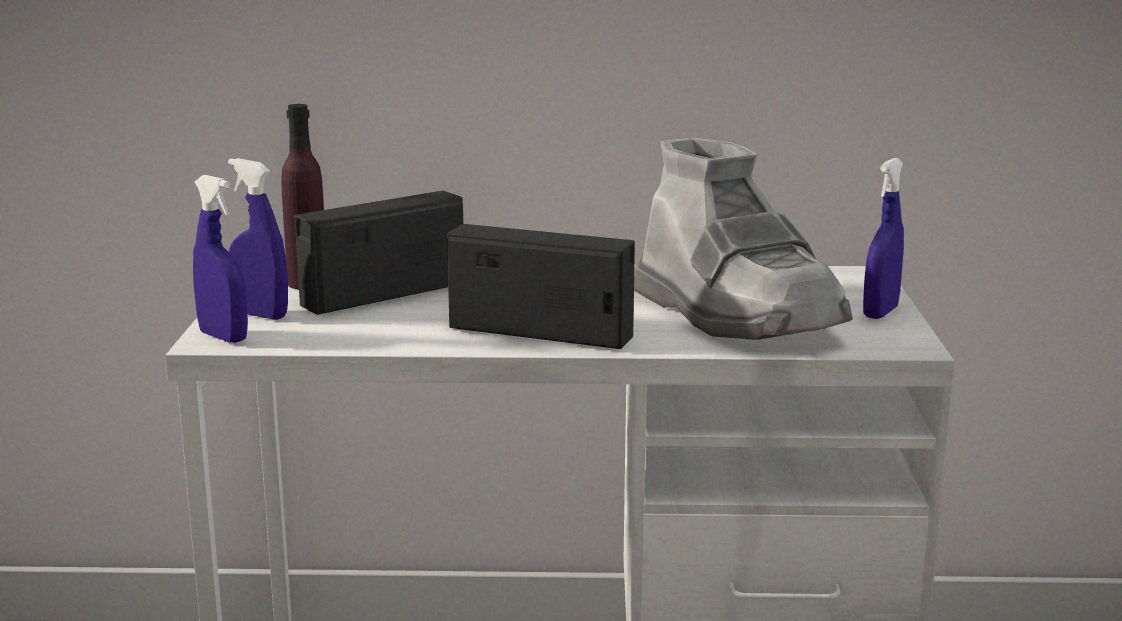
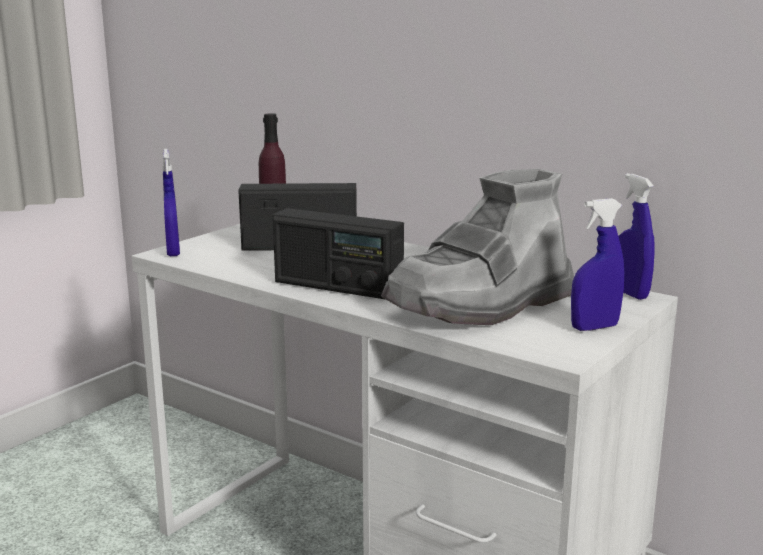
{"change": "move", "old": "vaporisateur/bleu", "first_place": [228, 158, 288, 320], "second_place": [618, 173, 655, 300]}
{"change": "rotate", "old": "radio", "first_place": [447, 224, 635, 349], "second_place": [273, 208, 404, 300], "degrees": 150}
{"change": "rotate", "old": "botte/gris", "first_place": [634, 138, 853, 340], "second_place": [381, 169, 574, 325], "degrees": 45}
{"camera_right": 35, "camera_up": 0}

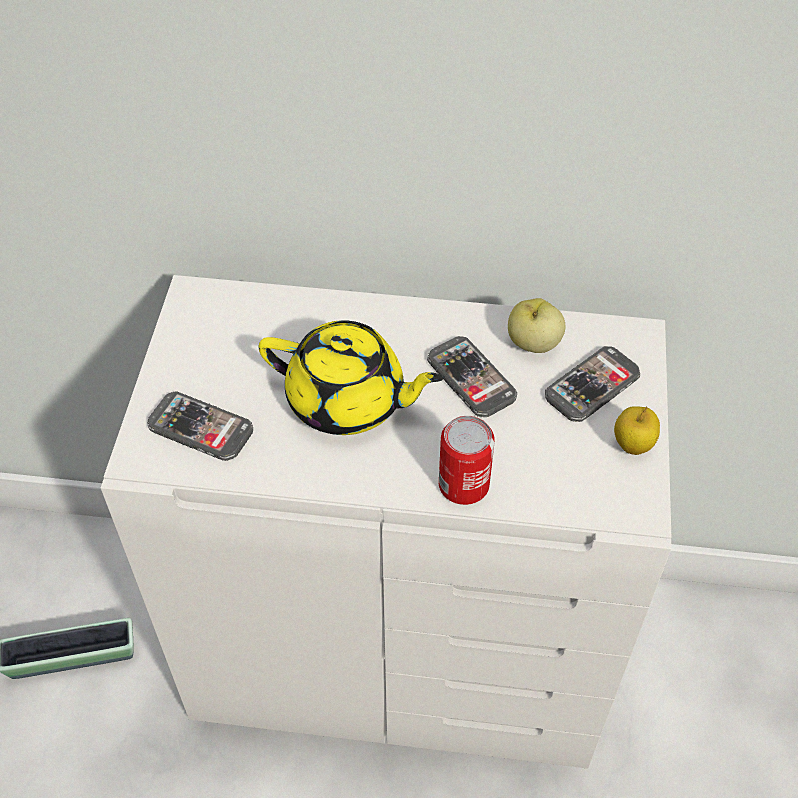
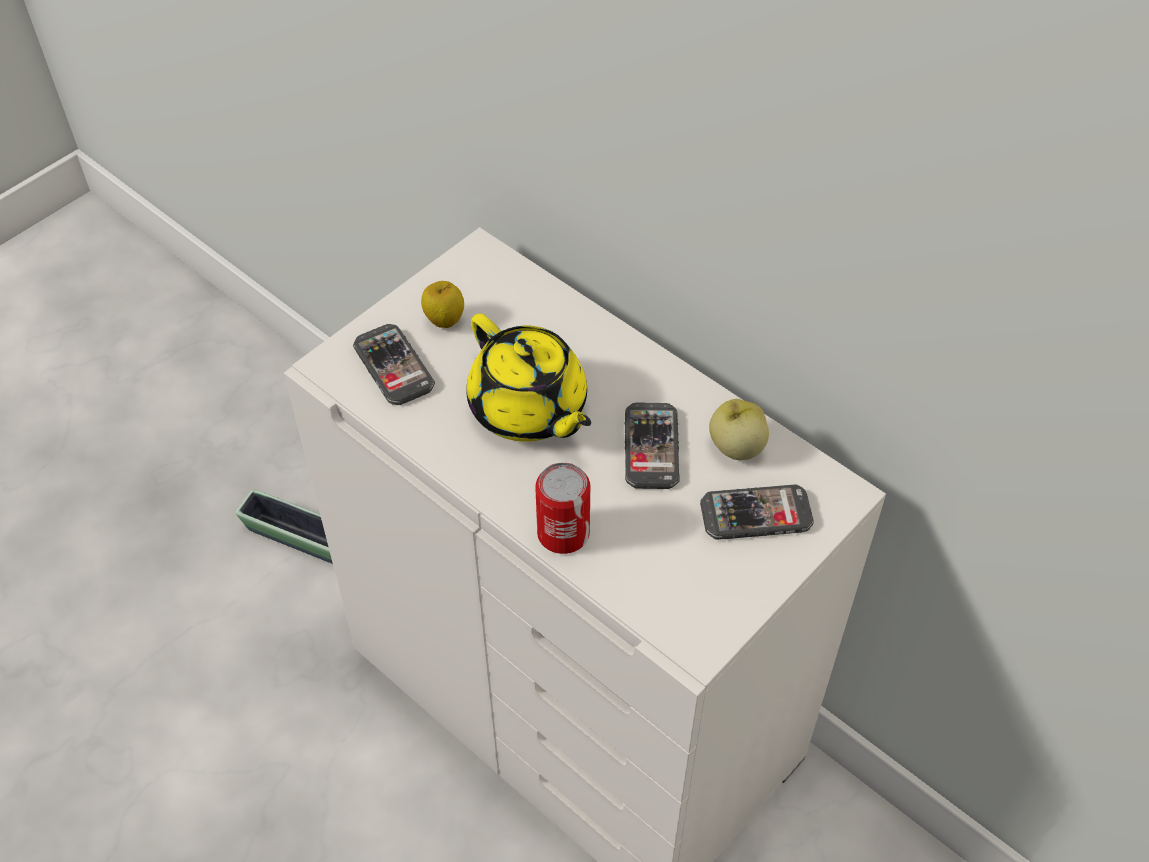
{"change": "move", "old": "pomme", "first_place": [614, 406, 660, 455], "second_place": [421, 281, 464, 328]}
{"camera_right": 35, "camera_up": 0}

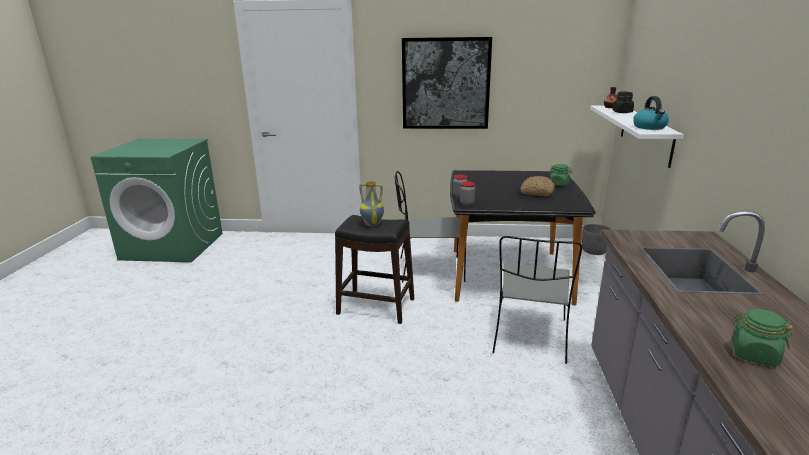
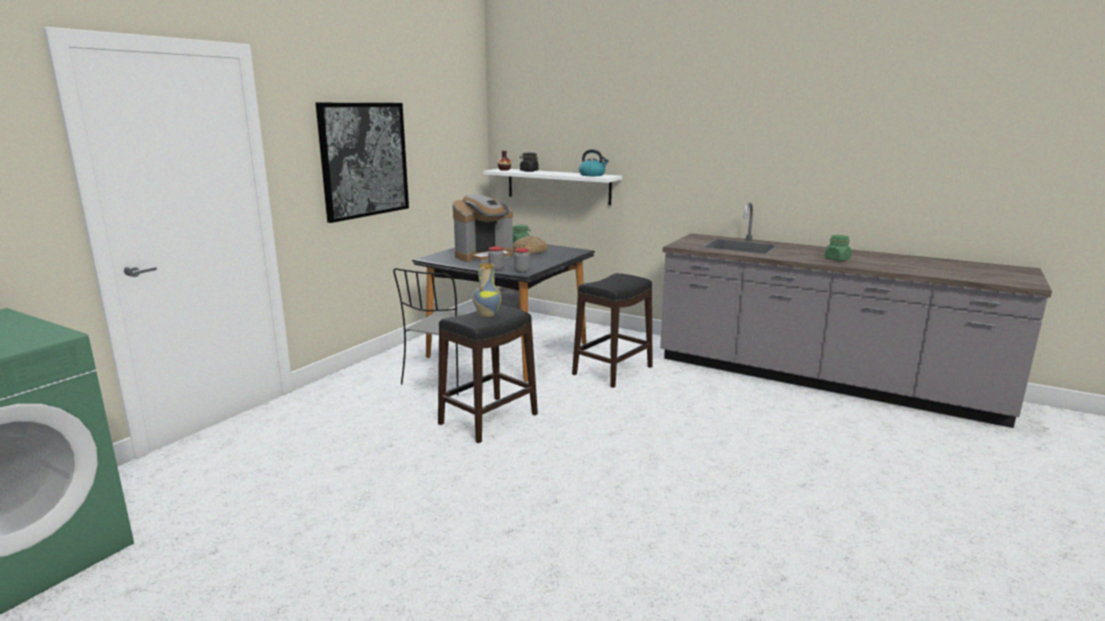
{"change": "replace", "old": "chaise/gris", "new": "tabouret/noir", "first_place": [492, 236, 582, 364], "second_place": [572, 273, 653, 388]}
{"change": "insert", "new": "machine à café", "second_place": [453, 194, 513, 263]}
{"camera_right": -65, "camera_up": -5}

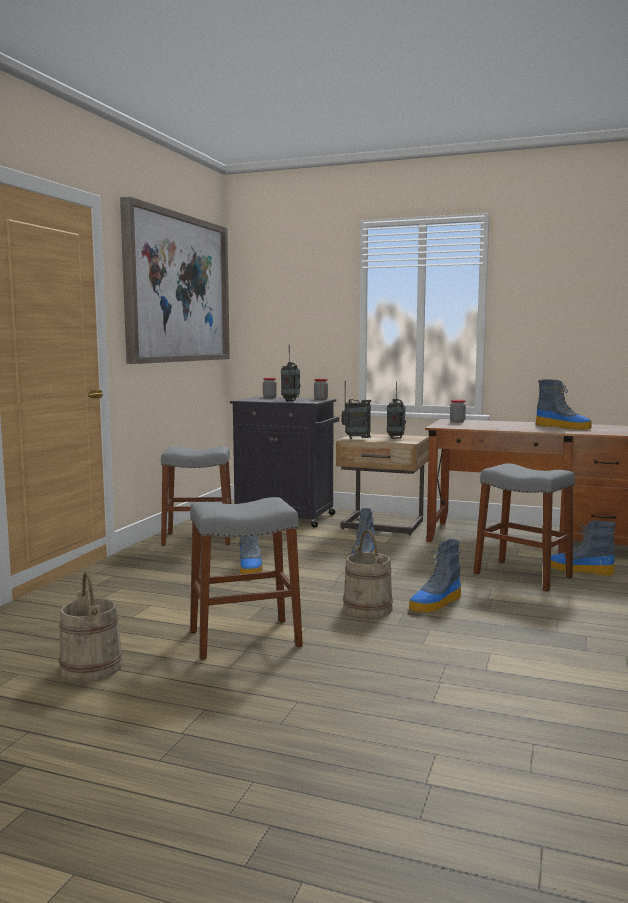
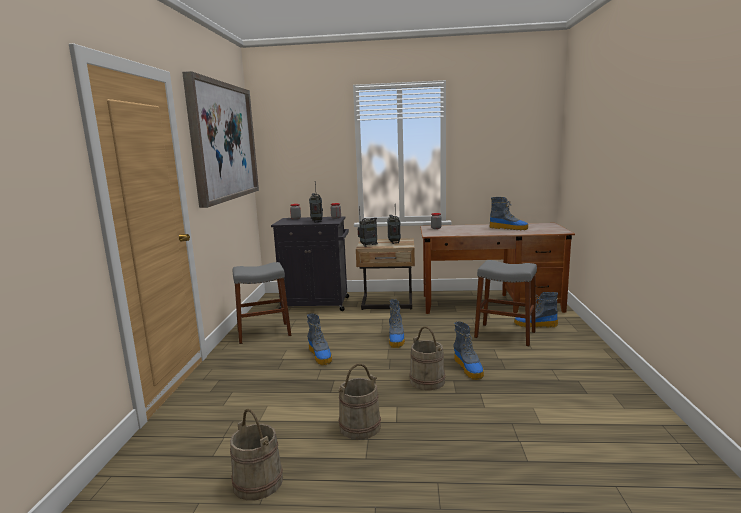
{"change": "replace", "old": "tabouret/gris", "new": "seau/beige", "first_place": [190, 497, 303, 660], "second_place": [338, 363, 381, 440]}
{"change": "rotate", "old": "botte", "first_place": [409, 539, 461, 613], "second_place": [453, 322, 484, 380], "degrees": -45}
{"camera_right": -15, "camera_up": 5}

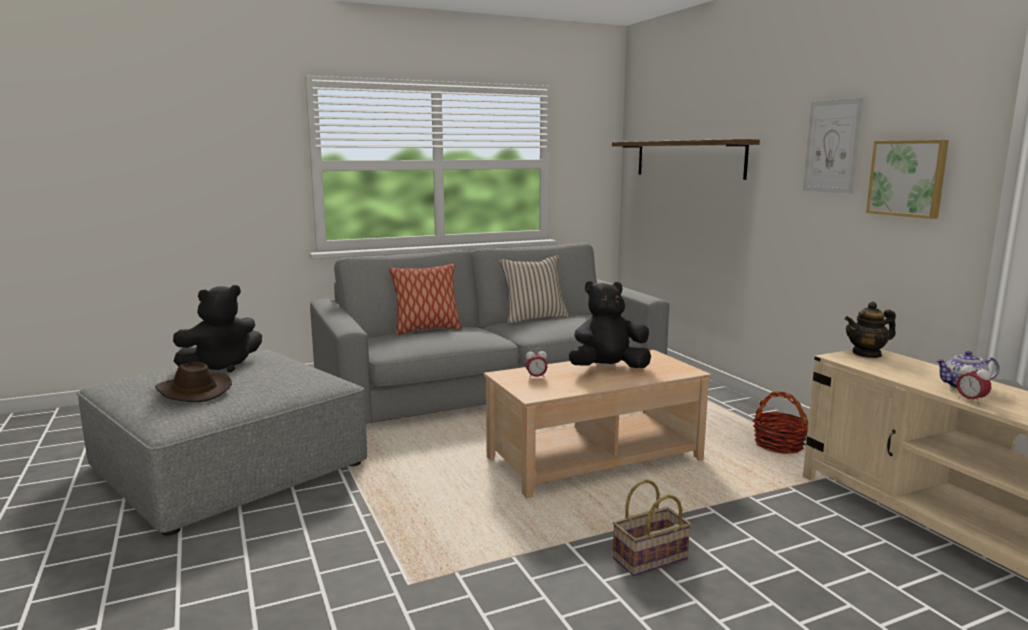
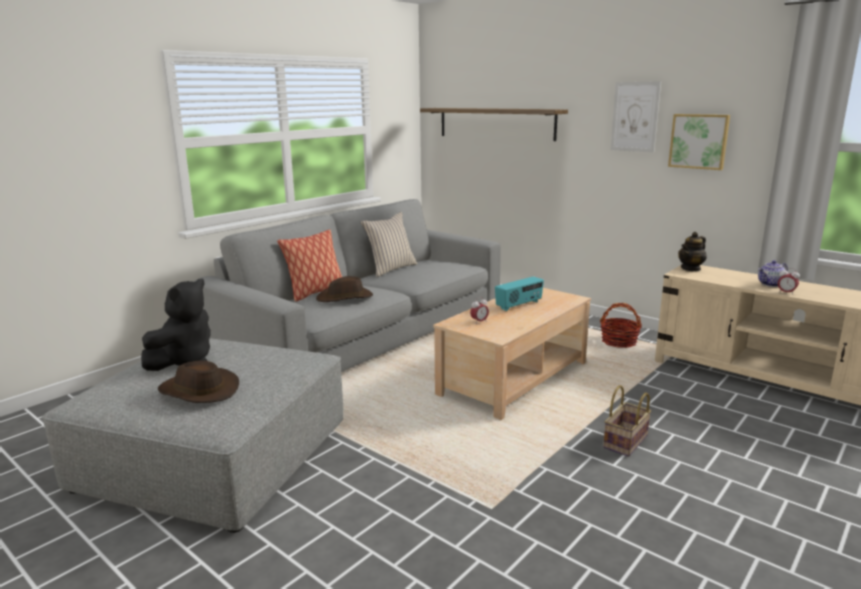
{"change": "replace", "old": "peluche/noir", "new": "radio", "first_place": [569, 281, 651, 368], "second_place": [495, 276, 544, 311]}
{"change": "insert", "new": "chapeau/marron", "second_place": [316, 276, 373, 302]}
{"camera_right": -25, "camera_up": 5}

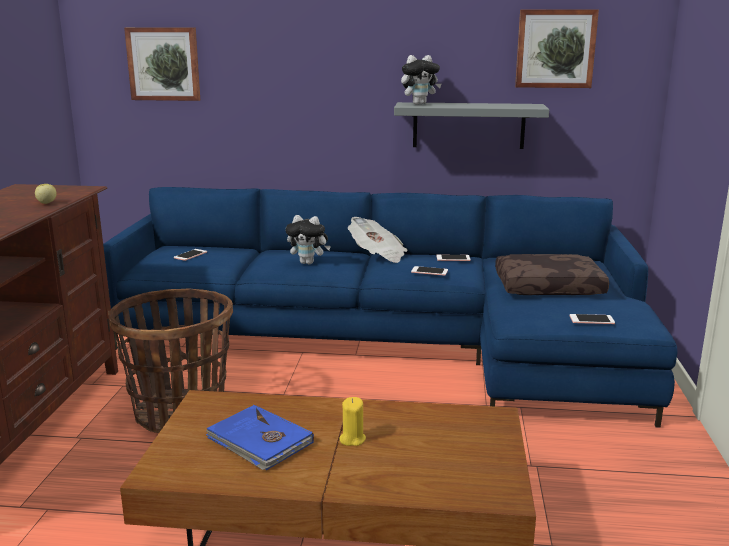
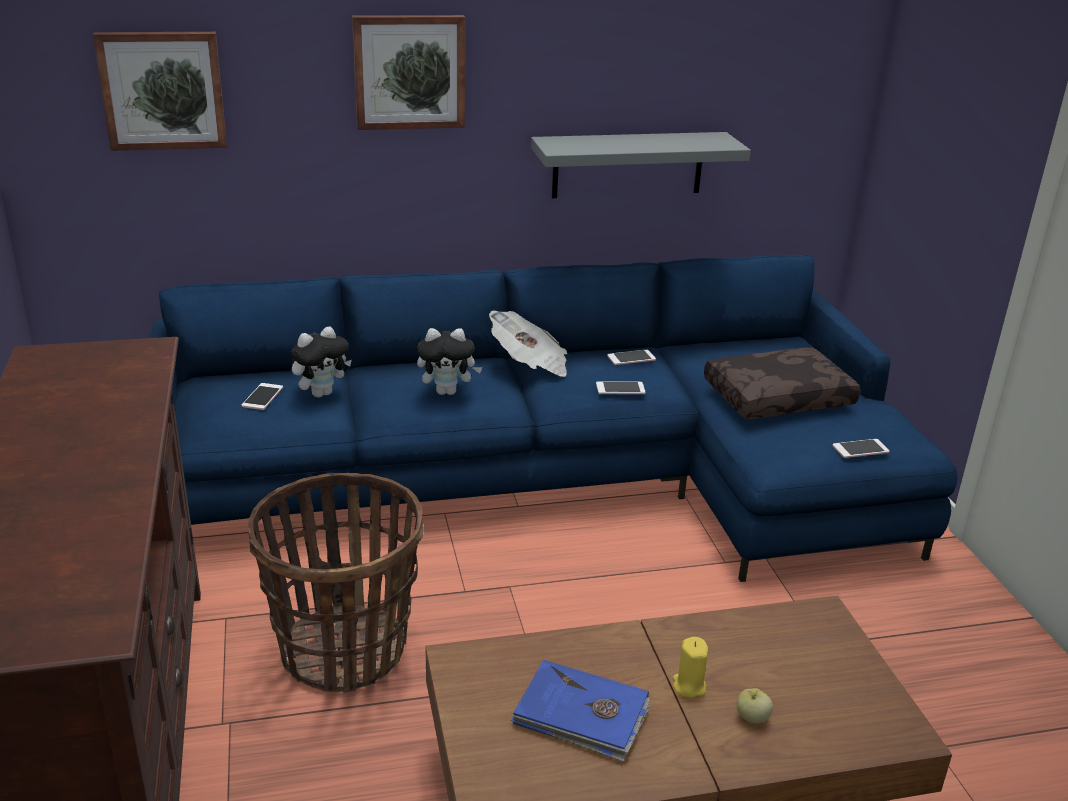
{"change": "move", "old": "pomme", "first_place": [35, 184, 57, 204], "second_place": [737, 688, 773, 724]}
{"change": "move", "old": "peluche", "first_place": [401, 55, 441, 105], "second_place": [291, 326, 352, 398]}
{"change": "move", "old": "tableau", "first_place": [515, 9, 599, 88], "second_place": [352, 15, 465, 130]}
{"camera_right": -20, "camera_up": 10}

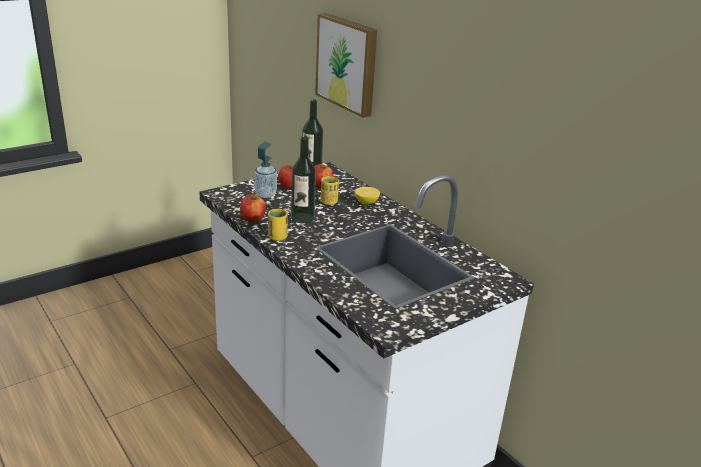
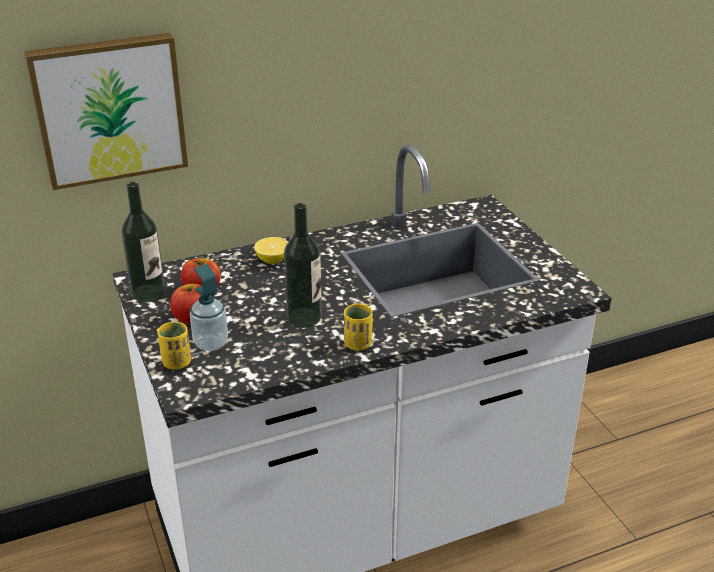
{"change": "delete", "old": "pomme", "first_place": [240, 194, 266, 222]}
{"change": "move", "old": "tasse/jaune", "first_place": [321, 176, 339, 205], "second_place": [157, 321, 191, 370]}
{"camera_right": -75, "camera_up": 5}

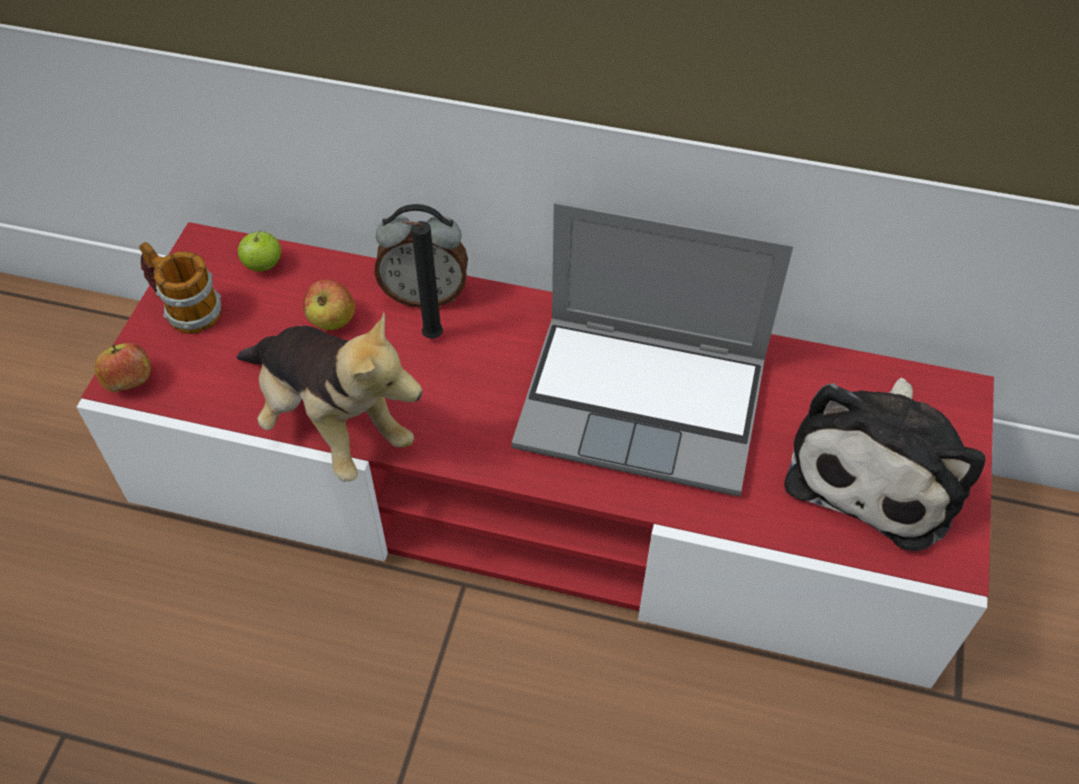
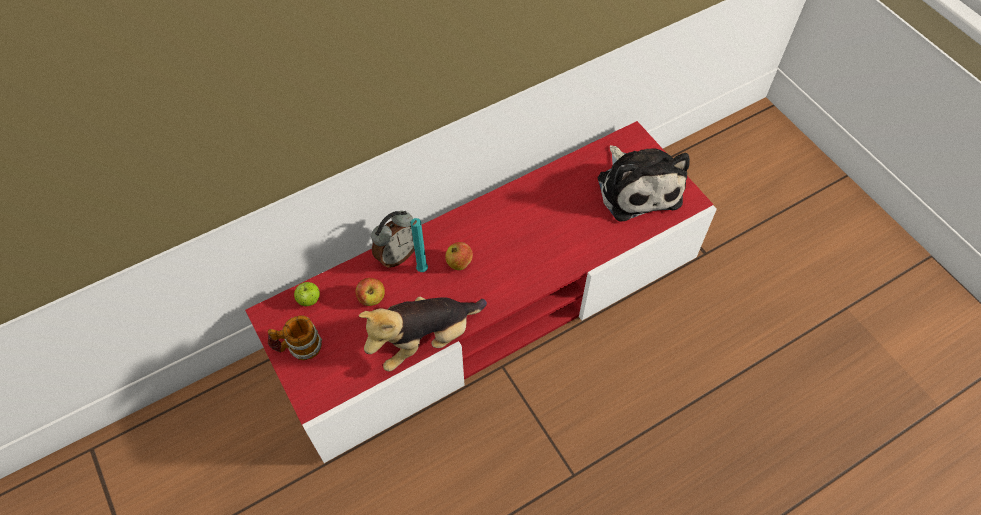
{"change": "move", "old": "pomme", "first_place": [95, 343, 151, 392], "second_place": [445, 242, 473, 270]}
{"change": "rotate", "old": "peluche", "first_place": [236, 312, 422, 482], "second_place": [359, 297, 487, 371], "degrees": 150}
{"change": "recolor", "old": "bougie/noir", "new": "bougie/turquoise", "first_place": [402, 221, 443, 339], "second_place": [411, 218, 428, 272]}
{"change": "delete", "old": "ordinateur portable", "first_place": [512, 201, 794, 496]}
{"camera_right": -45, "camera_up": 5}

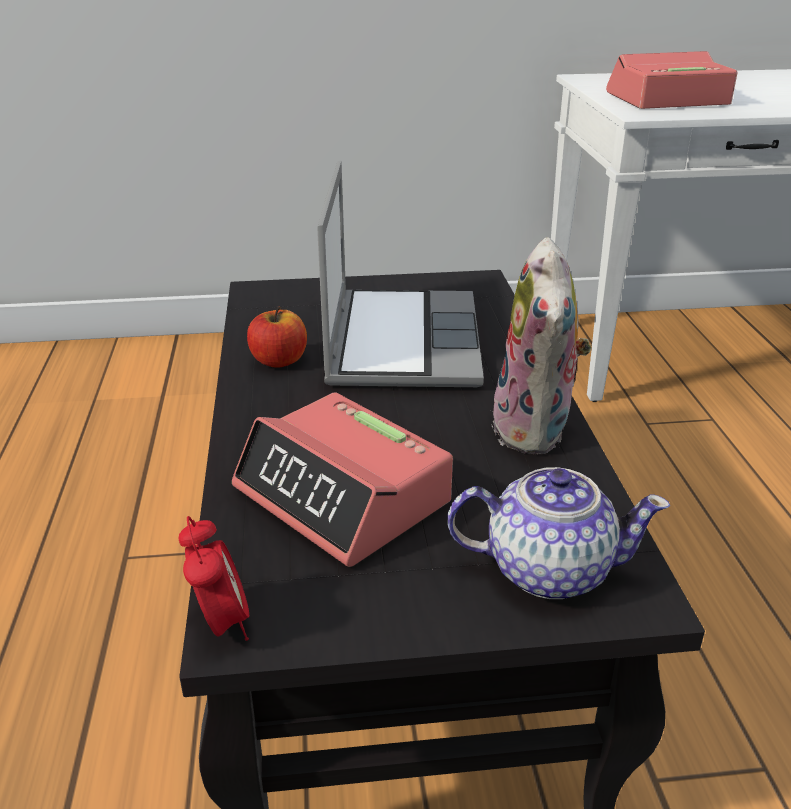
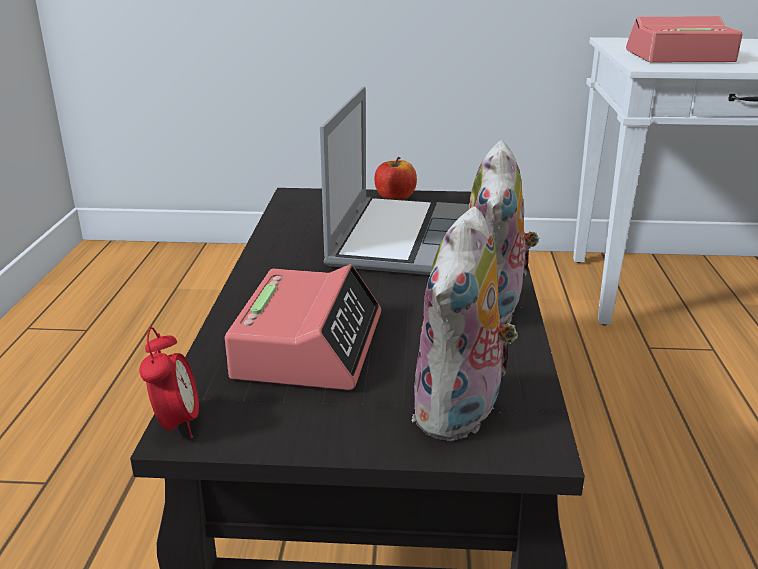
{"change": "rotate", "old": "réveil", "first_place": [232, 392, 453, 567], "second_place": [225, 264, 381, 390], "degrees": -135}
{"change": "move", "old": "pomme", "first_place": [247, 306, 307, 368], "second_place": [374, 157, 417, 200]}
{"change": "replace", "old": "théière", "new": "peluche", "first_place": [447, 467, 670, 599], "second_place": [411, 206, 518, 441]}
{"camera_right": 10, "camera_up": -5}

